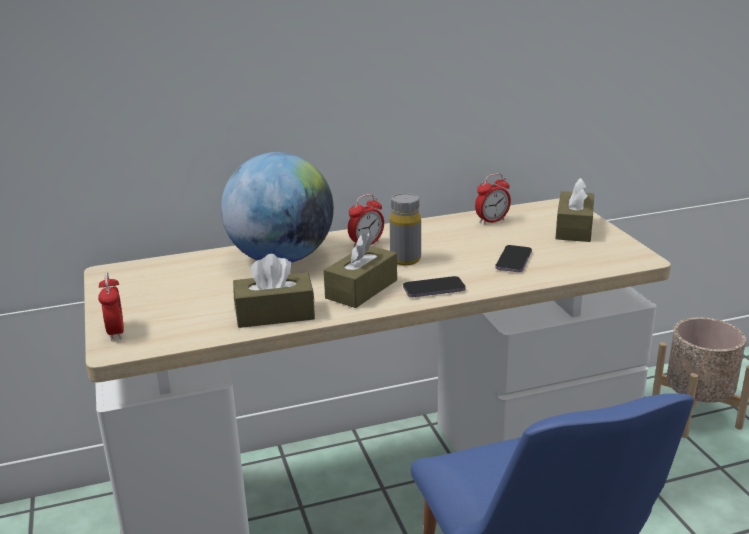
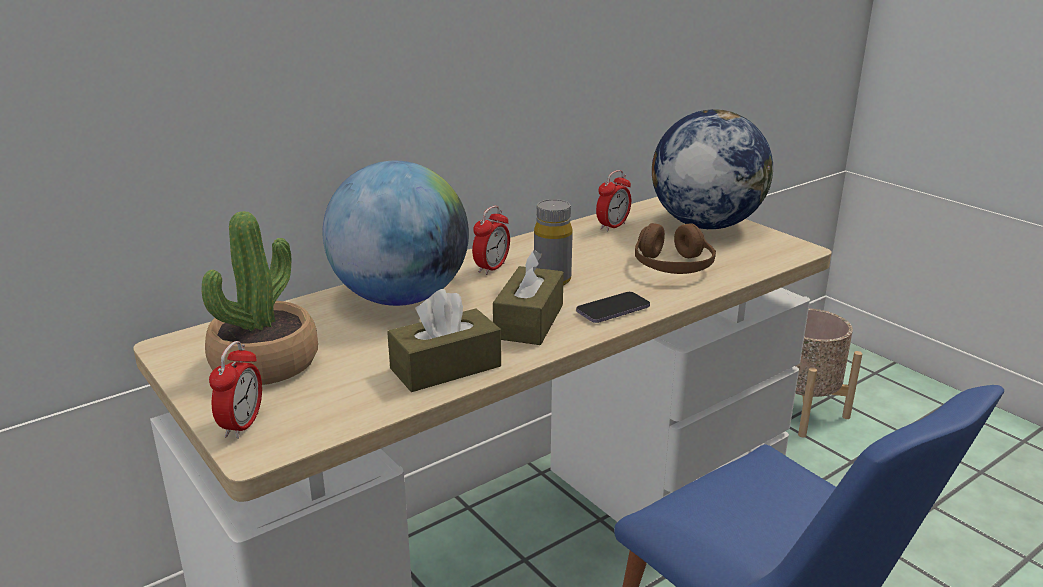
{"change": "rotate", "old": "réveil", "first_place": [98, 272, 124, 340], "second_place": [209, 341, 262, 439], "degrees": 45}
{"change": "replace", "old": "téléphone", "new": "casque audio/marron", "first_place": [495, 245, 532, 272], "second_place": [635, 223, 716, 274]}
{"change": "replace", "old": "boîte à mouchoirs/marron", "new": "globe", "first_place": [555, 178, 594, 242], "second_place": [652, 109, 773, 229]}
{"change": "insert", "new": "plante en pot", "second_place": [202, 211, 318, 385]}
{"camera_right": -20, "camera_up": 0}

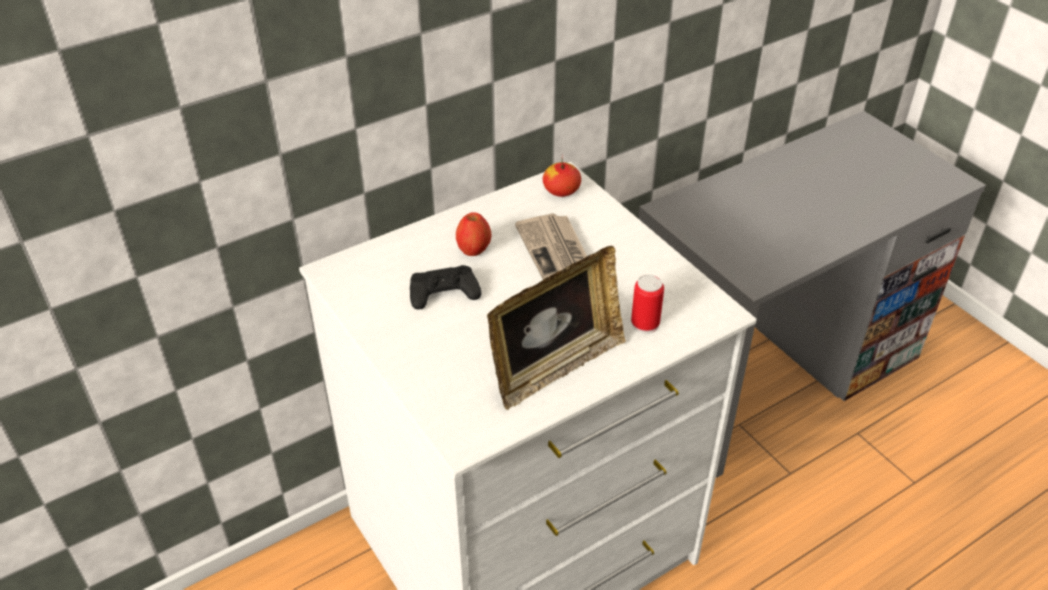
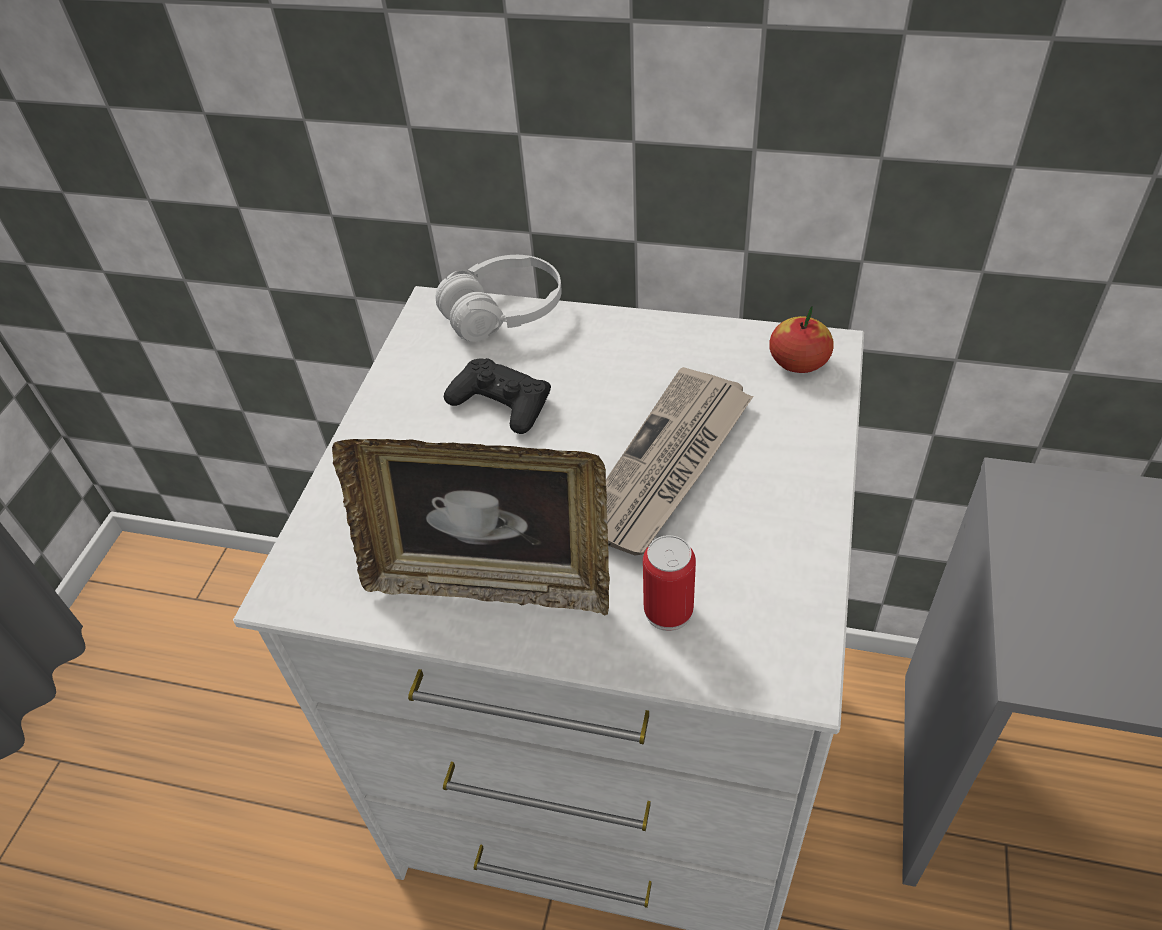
{"change": "delete", "old": "pomme", "first_place": [456, 212, 492, 256]}
{"change": "insert", "new": "casque audio/blanc", "second_place": [435, 255, 562, 342]}
{"camera_right": 50, "camera_up": 5}

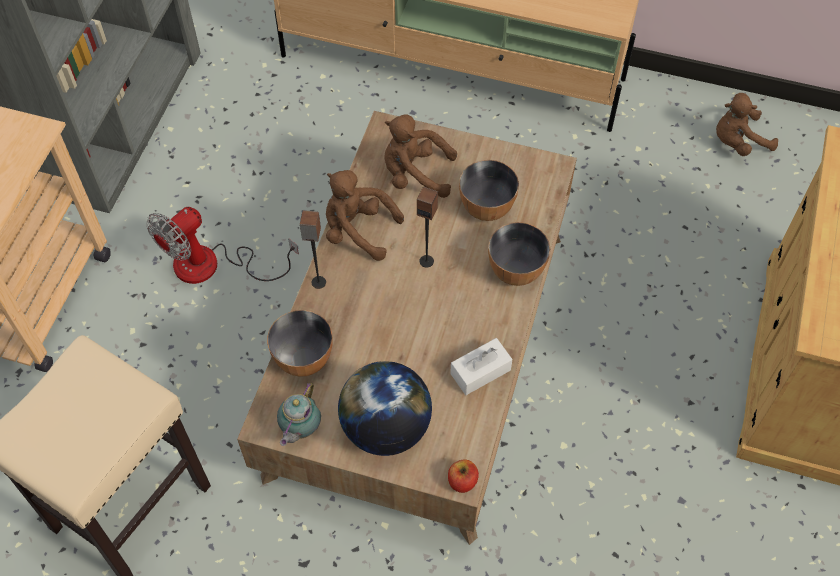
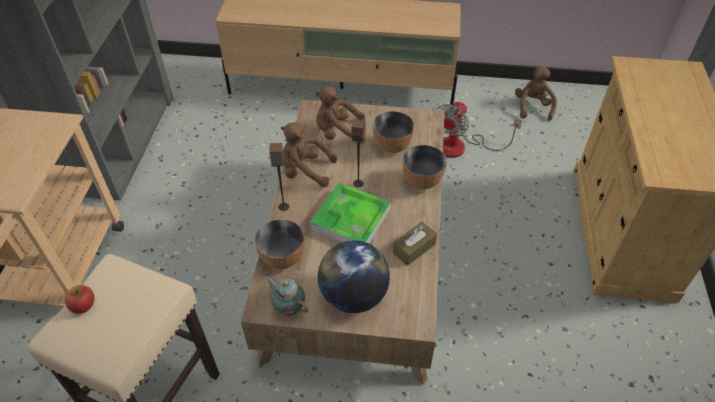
{"change": "move", "old": "ventilateur", "first_place": [146, 207, 299, 284], "second_place": [436, 102, 522, 158]}
{"change": "rotate", "old": "théière", "first_place": [277, 383, 321, 446], "second_place": [265, 276, 308, 316], "degrees": 120}
{"change": "move", "old": "pomme", "first_place": [448, 460, 479, 493], "second_place": [65, 285, 94, 314]}
{"change": "recolor", "old": "boîte à mouchoirs/blanc", "new": "boîte à mouchoirs/marron", "first_place": [450, 338, 512, 395], "second_place": [393, 222, 437, 266]}
{"change": "rotate", "old": "peluche/marron", "first_place": [716, 93, 778, 156], "second_place": [515, 66, 557, 121], "degrees": 120}
{"change": "insert", "new": "plateau", "second_place": [310, 183, 391, 244]}
{"camera_right": -10, "camera_up": -10}

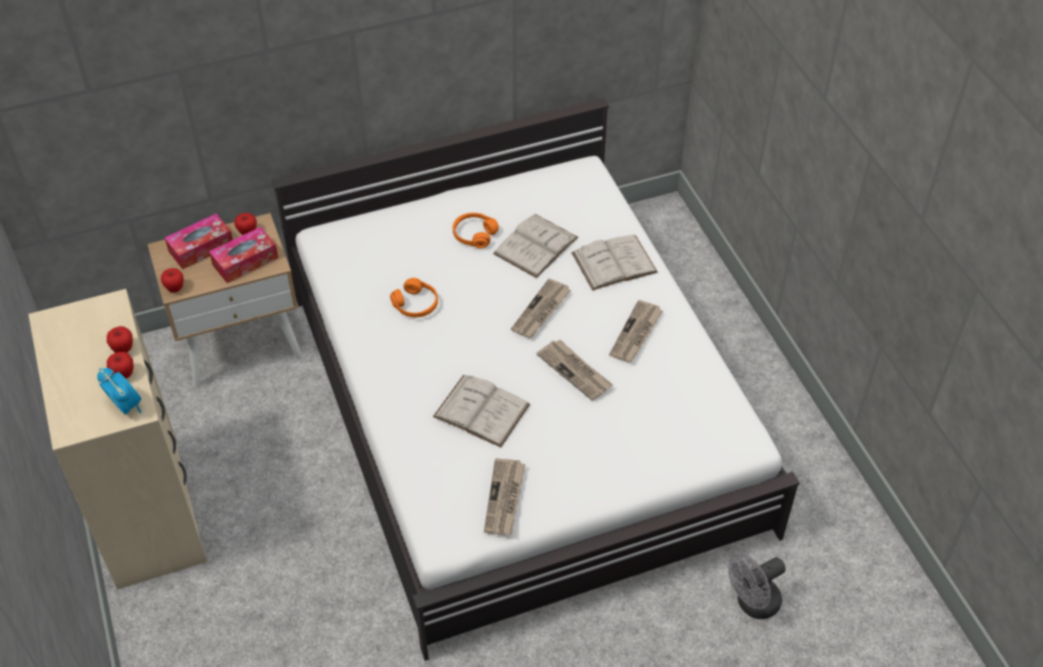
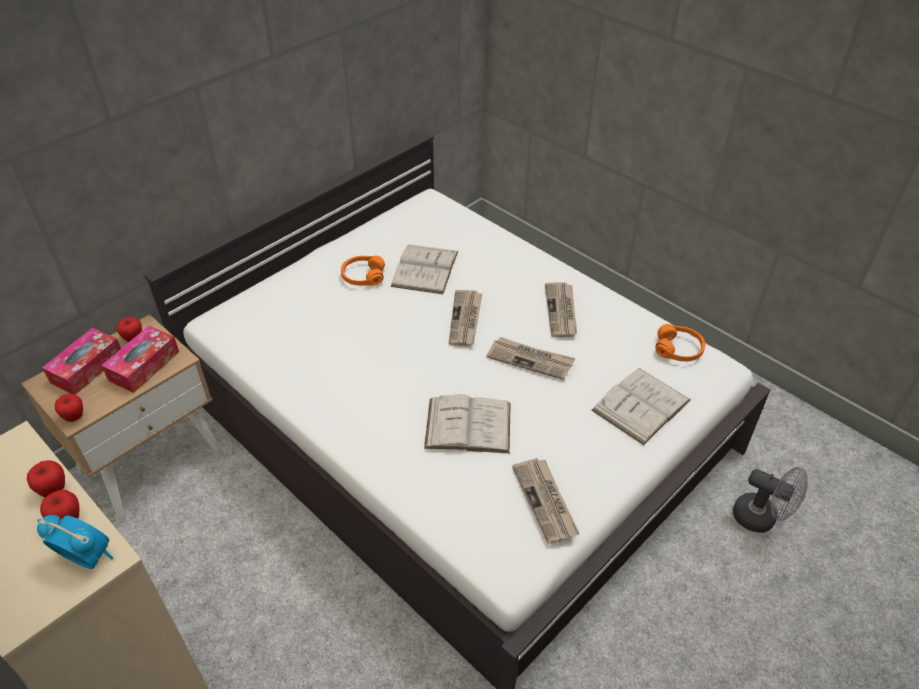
{"change": "move", "old": "casque audio/orange", "first_place": [390, 278, 438, 317], "second_place": [655, 324, 705, 362]}
{"change": "move", "old": "livre/blanc", "first_place": [572, 235, 658, 291], "second_place": [592, 368, 691, 445]}
{"change": "rotate", "old": "ventilateur/gris", "first_place": [728, 554, 786, 619], "second_place": [733, 467, 808, 533], "degrees": -90}
{"camera_right": -25, "camera_up": -5}

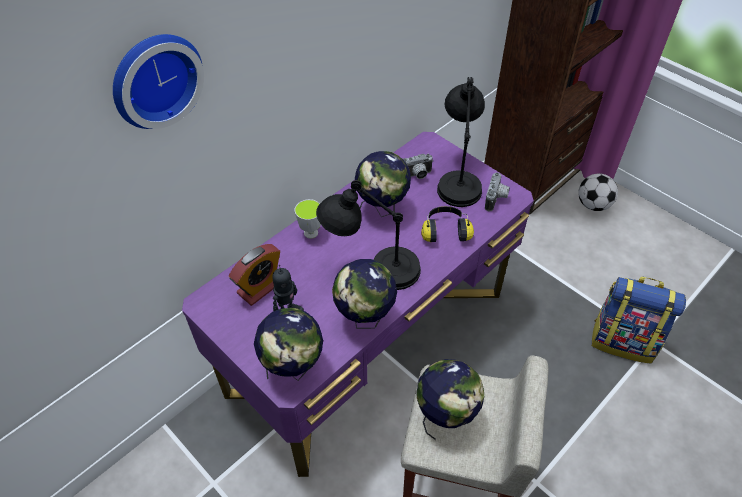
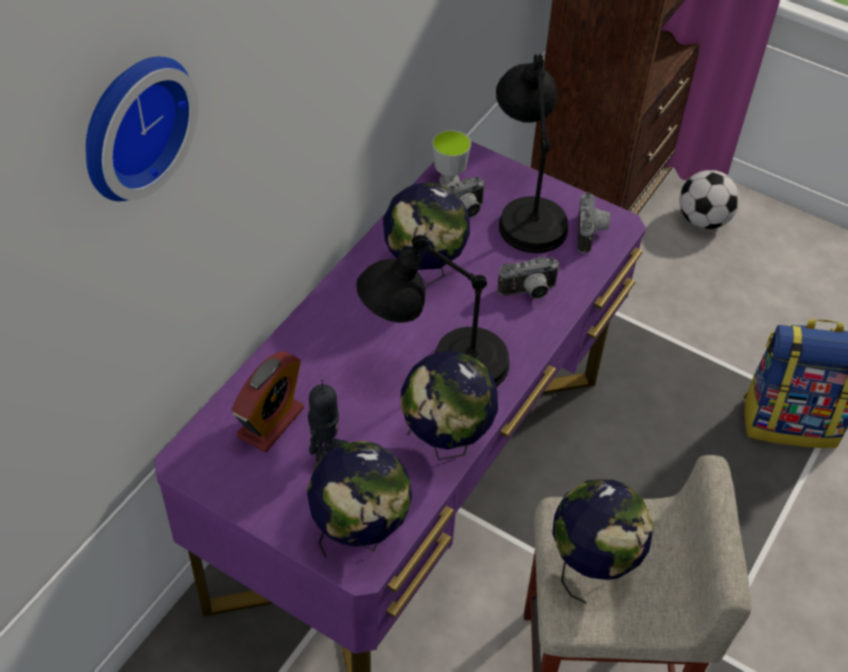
{"change": "move", "old": "tasse", "first_place": [295, 199, 321, 239], "second_place": [432, 130, 471, 188]}
{"change": "replace", "old": "casque audio", "new": "appareil photo", "first_place": [421, 206, 474, 242], "second_place": [497, 257, 560, 299]}
{"camera_right": -15, "camera_up": 0}

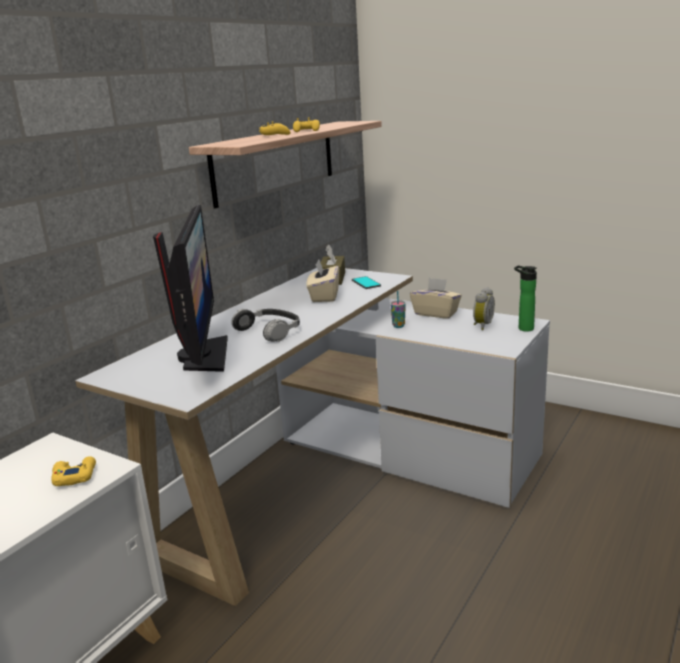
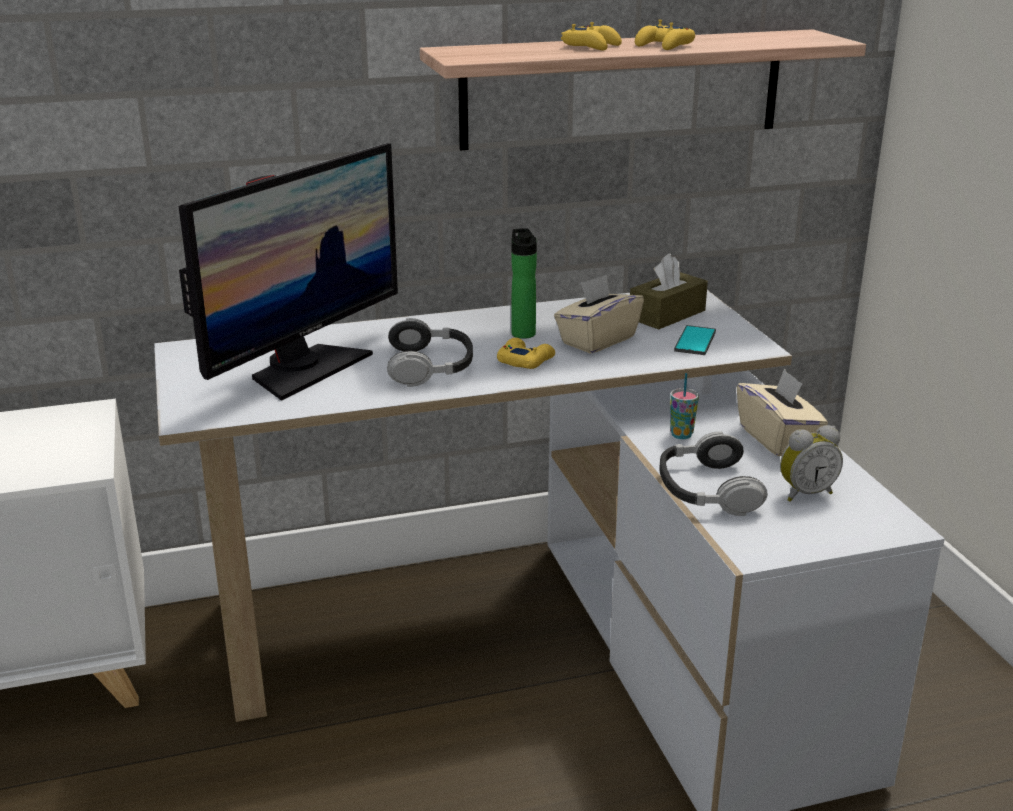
{"change": "move", "old": "manette/jaune", "first_place": [51, 456, 96, 486], "second_place": [497, 338, 555, 369]}
{"change": "move", "old": "bouteille", "first_place": [514, 265, 537, 331], "second_place": [511, 228, 537, 339]}
{"change": "insert", "new": "casque audio", "second_place": [660, 431, 768, 516]}
{"camera_right": 40, "camera_up": 5}

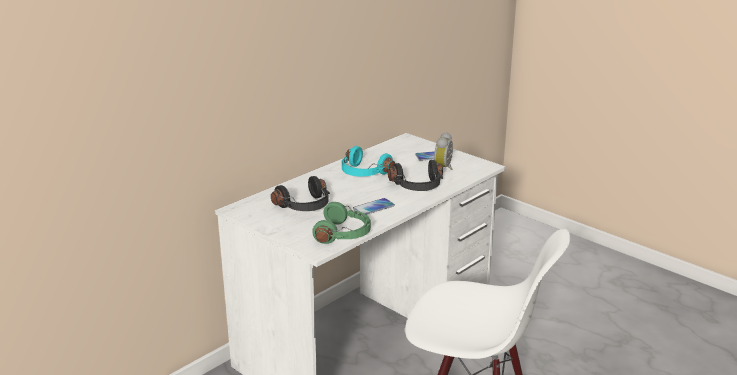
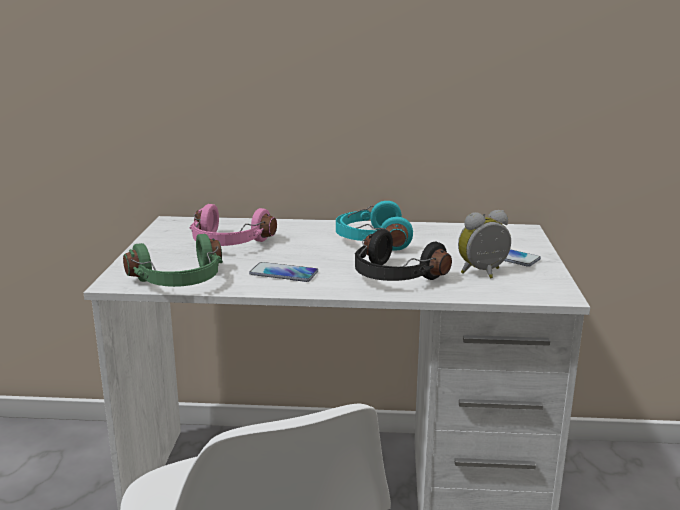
{"change": "recolor", "old": "casque audio/noir", "new": "casque audio/rose", "first_place": [271, 176, 330, 211], "second_place": [189, 204, 277, 246]}
{"camera_right": 50, "camera_up": -5}

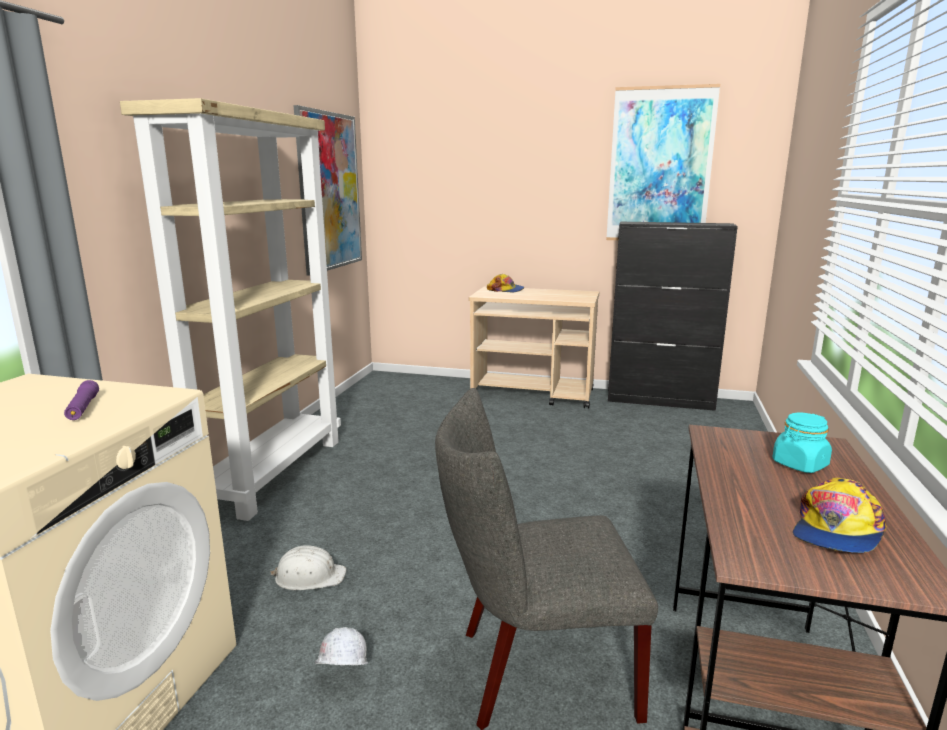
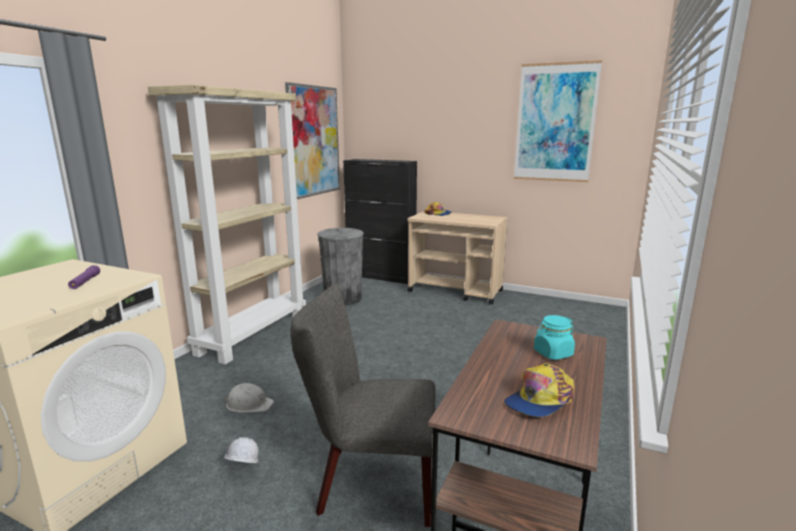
{"change": "move", "old": "meuble de rangement/noir", "first_place": [608, 222, 738, 411], "second_place": [343, 159, 417, 284]}
{"change": "insert", "new": "poubelle/gris", "second_place": [317, 228, 364, 306]}
{"camera_right": 10, "camera_up": 0}

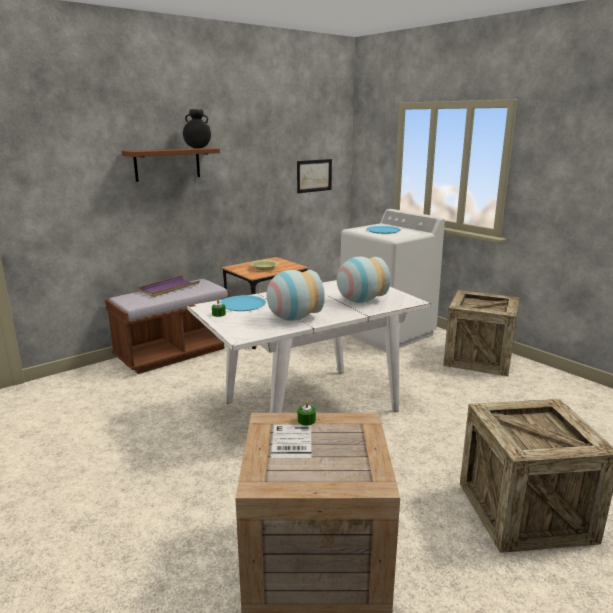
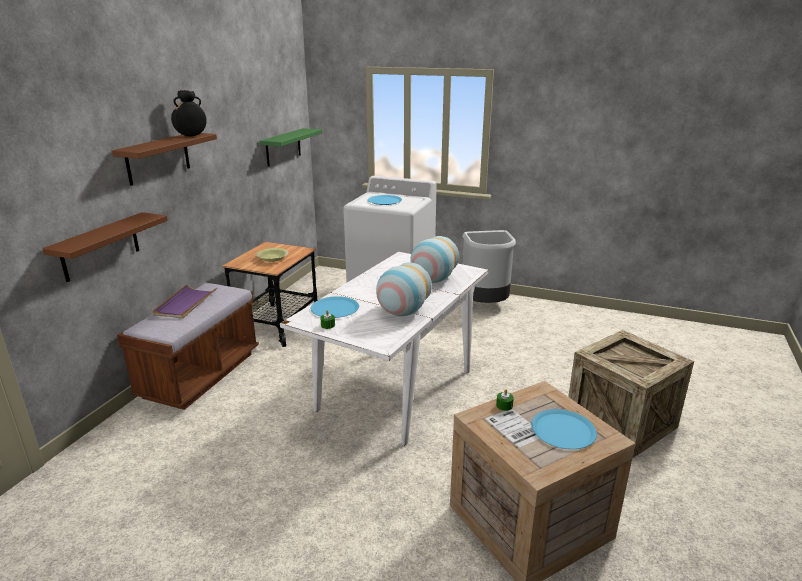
{"change": "replace", "old": "tableau", "new": "étagère/vert", "first_place": [297, 159, 332, 193], "second_place": [259, 128, 322, 167]}
{"change": "replace", "old": "caisse", "new": "poubelle/gris", "first_place": [443, 290, 519, 376], "second_place": [462, 230, 516, 303]}
{"change": "insert", "new": "étagère/marron", "second_place": [42, 212, 168, 282]}
{"change": "insert", "new": "assiette/bleu", "second_place": [531, 409, 597, 449]}
{"camera_right": -30, "camera_up": 5}

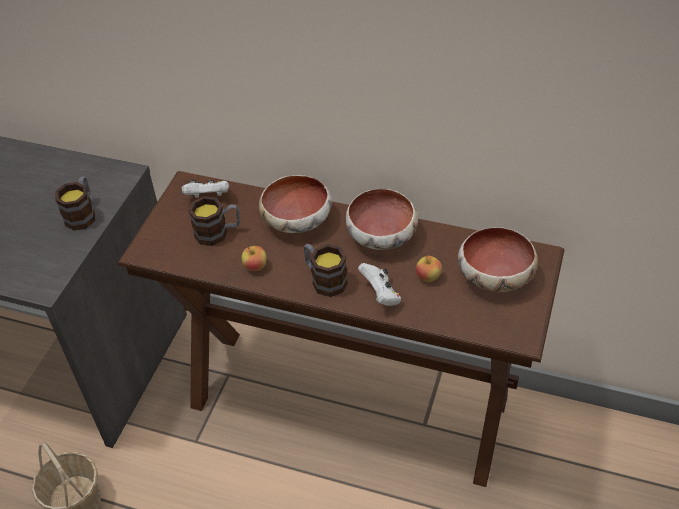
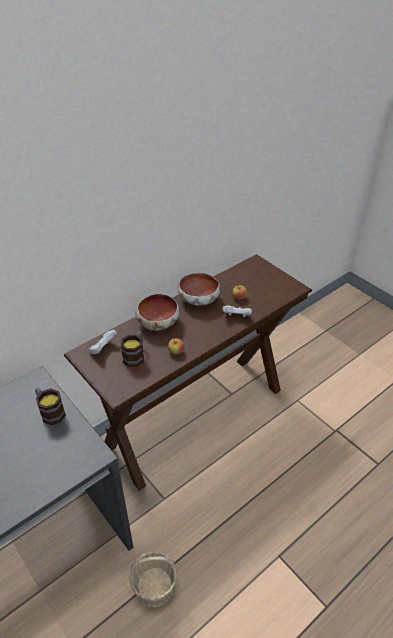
{"change": "delete", "old": "mug", "first_place": [304, 244, 348, 297]}
{"change": "delete", "old": "bol", "first_place": [458, 227, 538, 292]}
{"camera_right": -60, "camera_up": -5}

